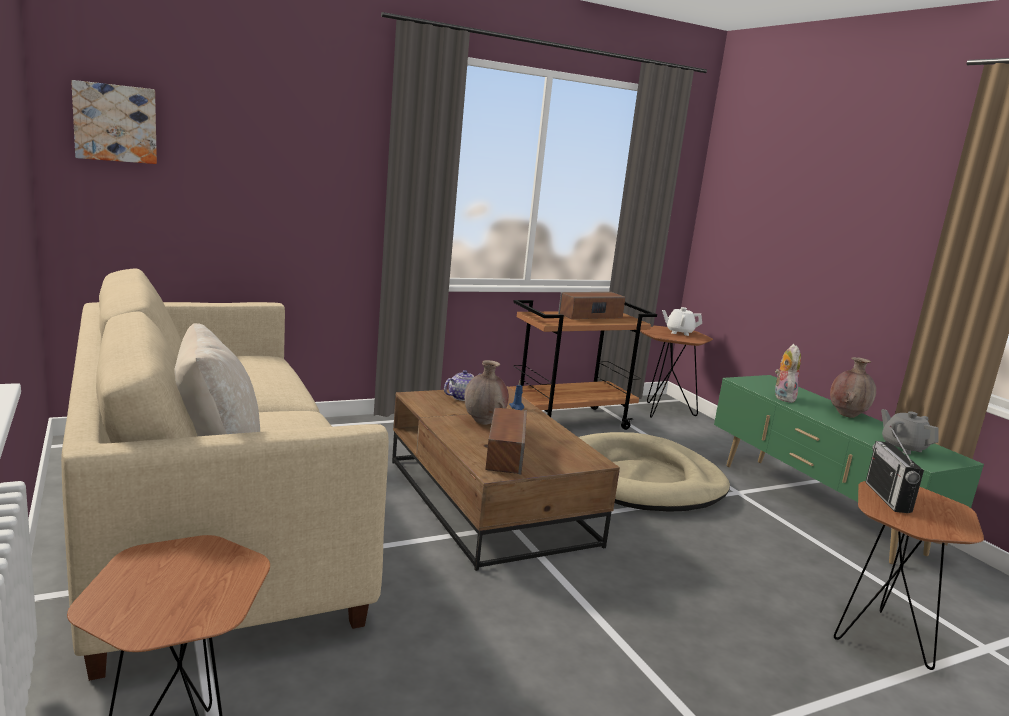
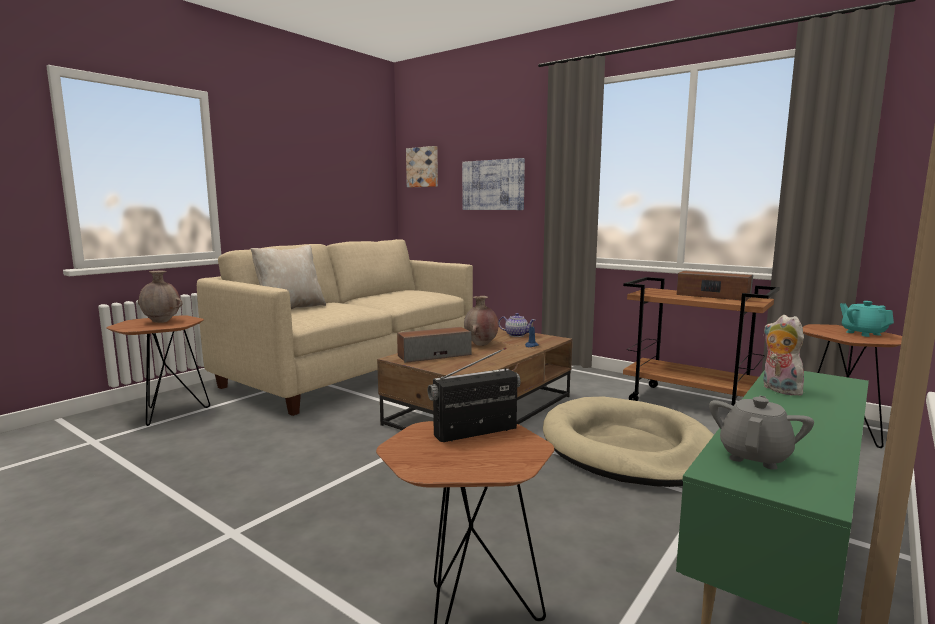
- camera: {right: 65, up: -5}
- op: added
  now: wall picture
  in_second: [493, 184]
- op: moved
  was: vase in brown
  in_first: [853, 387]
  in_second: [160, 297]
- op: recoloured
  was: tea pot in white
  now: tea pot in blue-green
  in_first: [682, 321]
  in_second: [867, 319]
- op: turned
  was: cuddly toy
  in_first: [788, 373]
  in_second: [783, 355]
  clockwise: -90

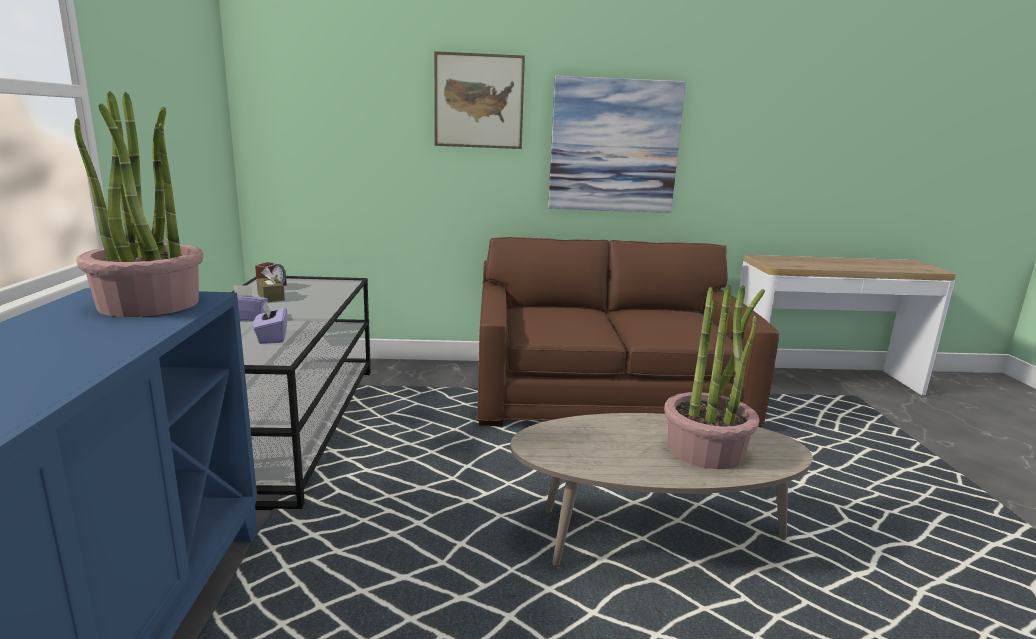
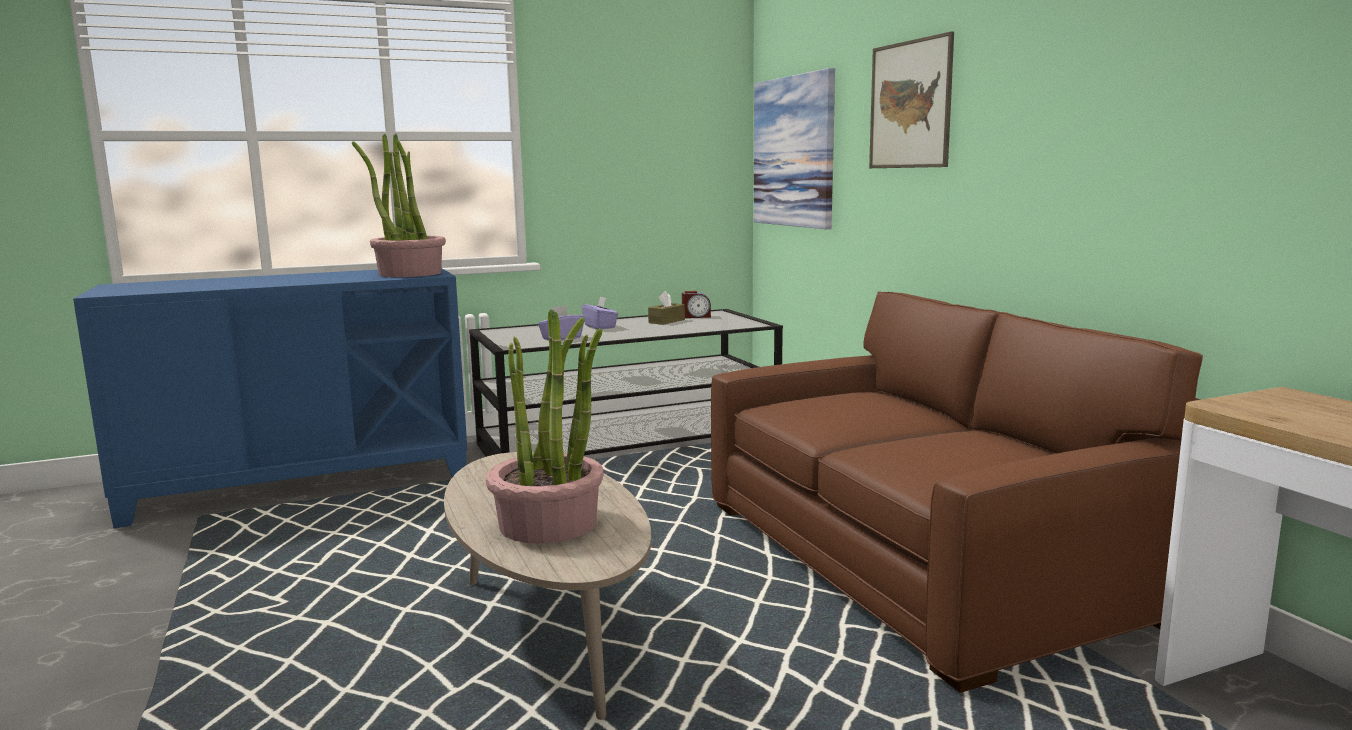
- camera: {right: 70, up: -5}
- op: moved
  was: wall picture
  in_first: [617, 144]
  in_second: [794, 148]

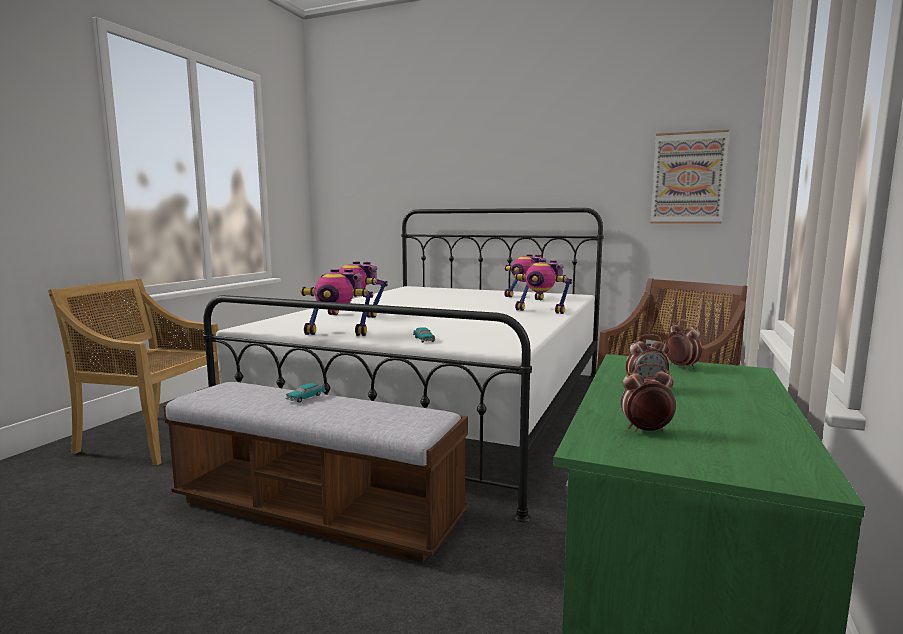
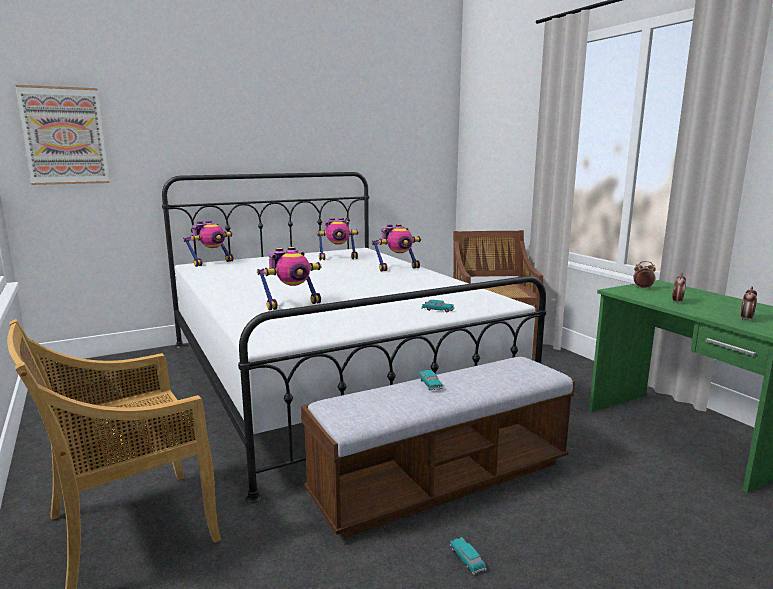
- camera: {right: -50, up: 5}
- op: added
  now: miniature car
  in_second: [468, 556]
- op: moved
  was: robot figure
  in_first: [337, 302]
  in_second: [208, 244]
- op: moved
  was: wall picture
  in_first: [689, 177]
  in_second: [62, 135]

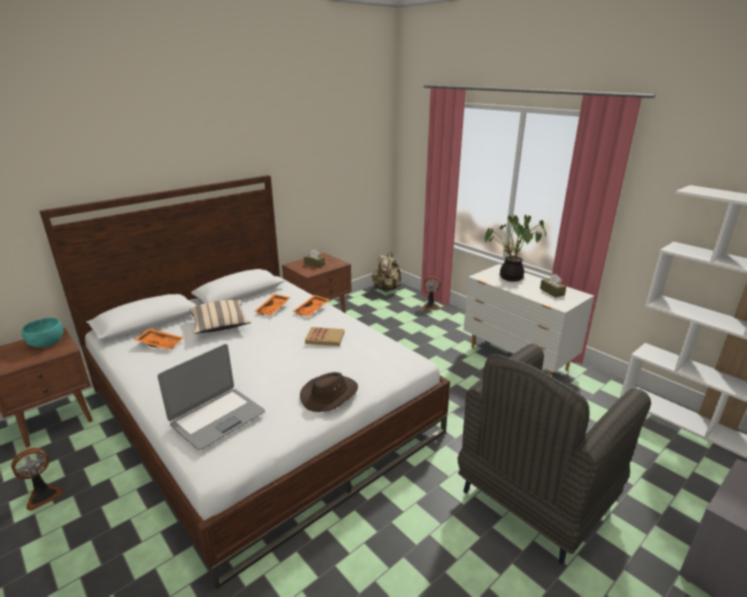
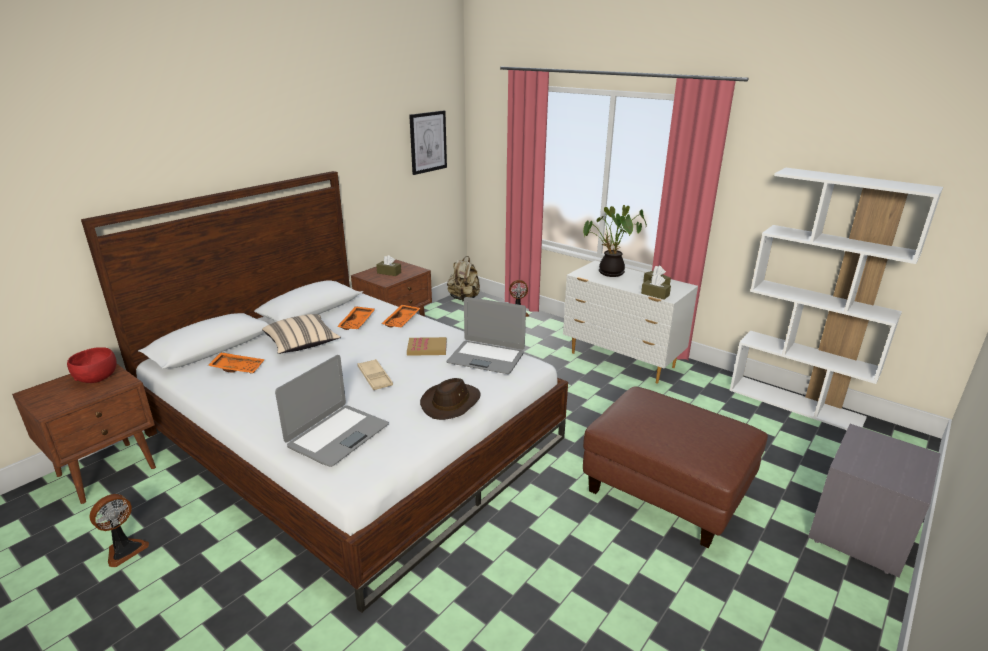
- camera: {right: -10, up: 0}
- op: added
  now: serving tray in beige-coloured
  in_second: [375, 374]
- op: added
  now: wall picture
  in_second: [428, 142]
- op: added
  now: laptop
  in_second: [486, 335]
- op: added
  now: box of tissues in brown
  in_second: [656, 287]
- op: replaced
  was: lounge chair in gray
  now: ottoman in brown
  in_first: [554, 454]
  in_second: [675, 467]
- op: recoloured
  was: bowl in blue-green
  now: bowl in reddish
  in_first: [42, 333]
  in_second: [92, 365]

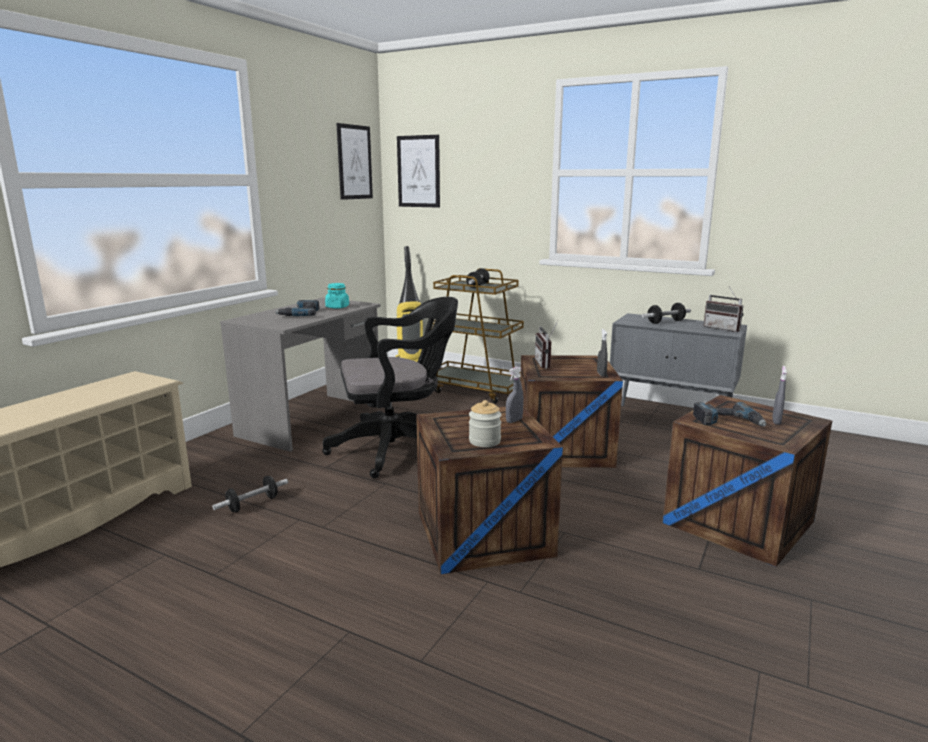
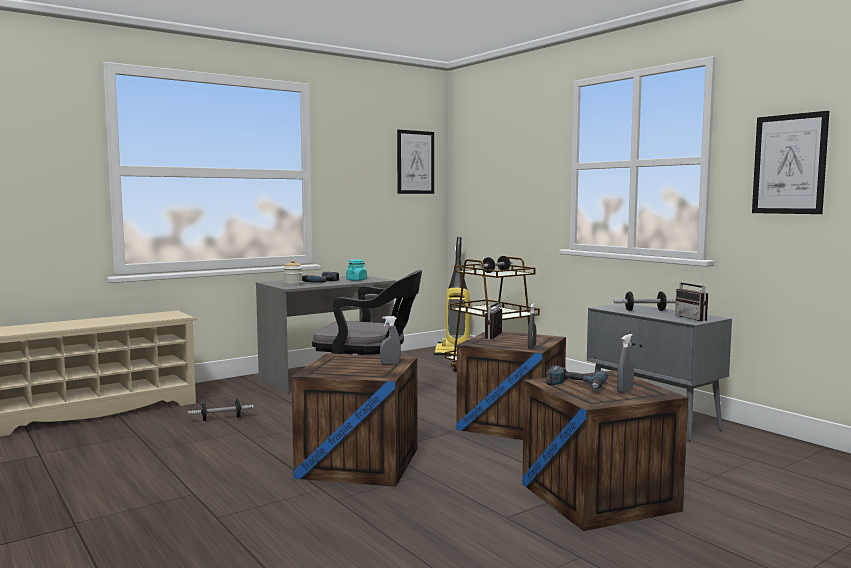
- camera: {right: 25, up: -10}
- op: moved
  was: wall picture
  in_first: [418, 171]
  in_second: [790, 162]
- op: moved
  was: preserve jar
  in_first: [485, 423]
  in_second: [292, 273]

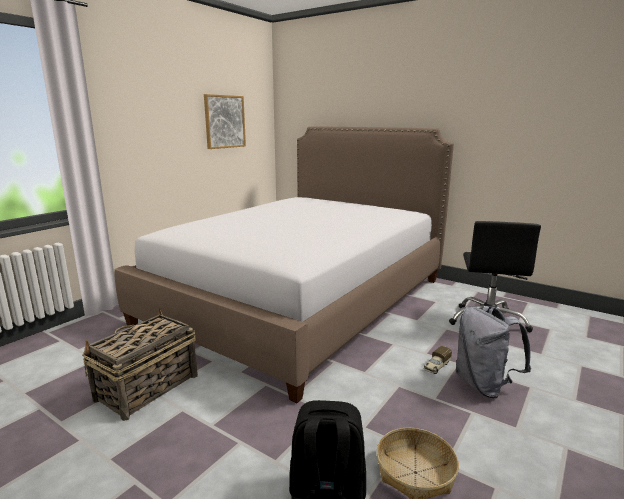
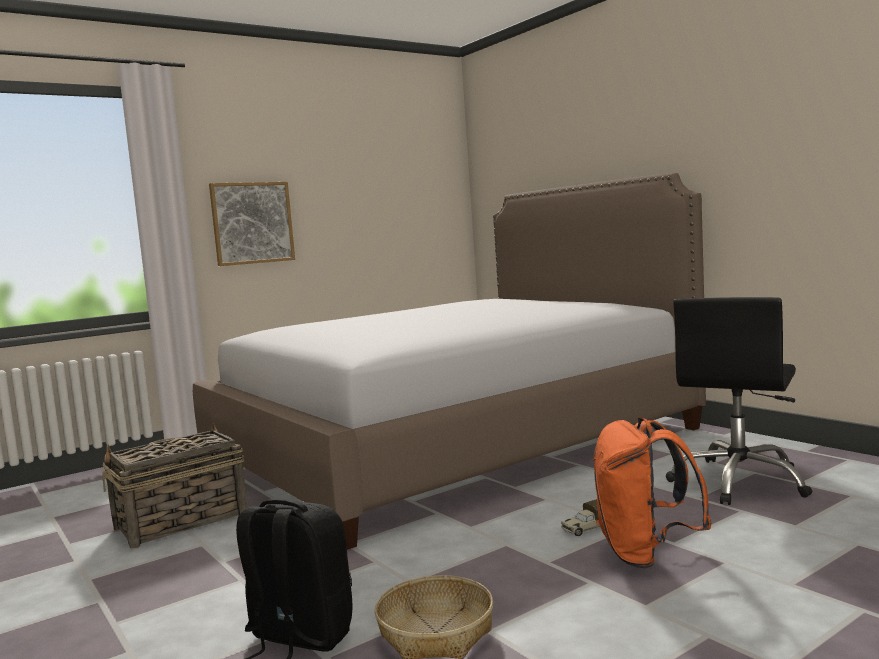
- camera: {right: 20, up: -10}
- op: moved
  was: wall picture
  in_first: [225, 121]
  in_second: [252, 224]
- op: recoloured
  was: rucksack in gray
  now: rucksack in orangey
  in_first: [493, 352]
  in_second: [652, 492]

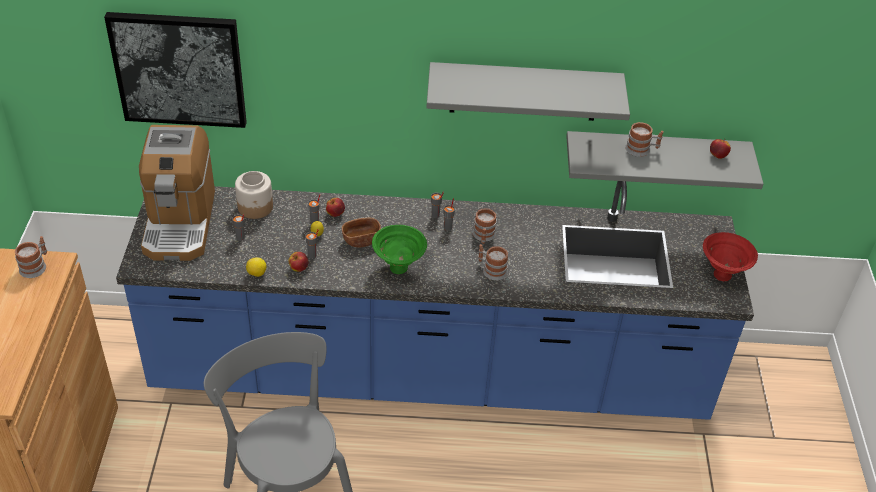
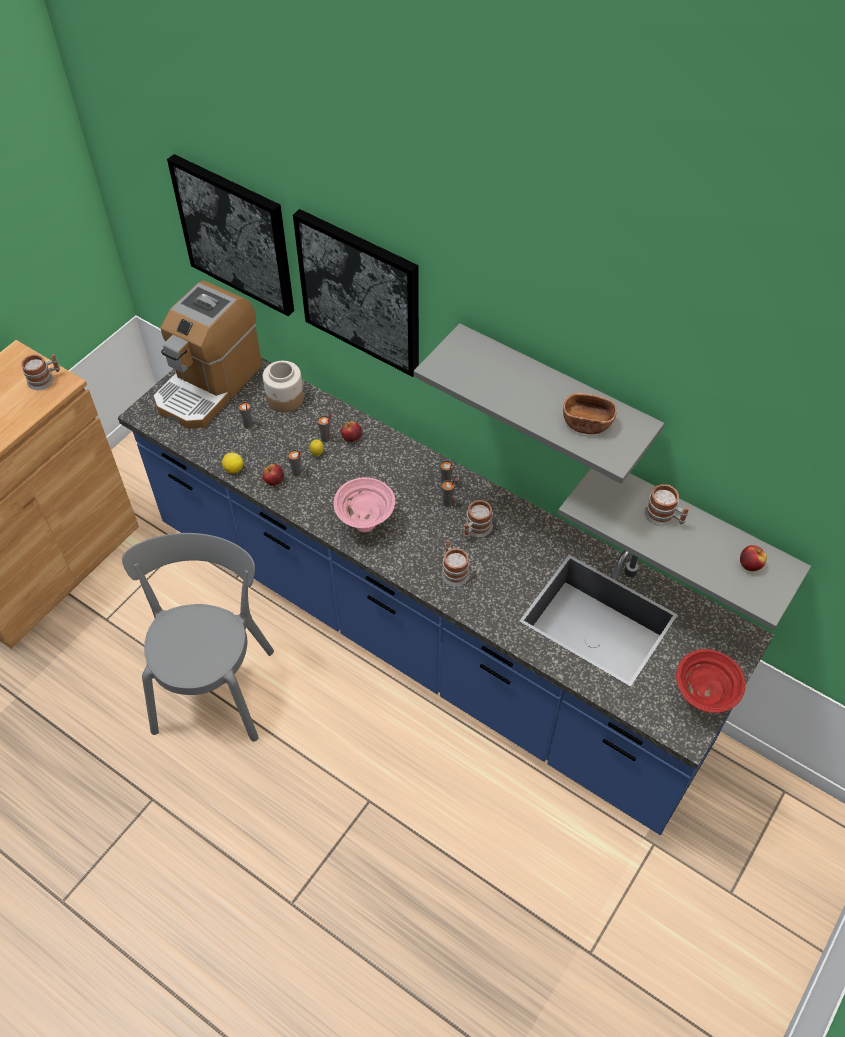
- camera: {right: 35, up: 10}
- op: added
  now: wall picture
  in_second: [356, 293]
- op: moved
  was: bowl in brown
  in_first: [361, 233]
  in_second: [590, 413]
- op: recoloured
  was: bowl in greenish
  now: bowl in pinkish
  in_first: [399, 249]
  in_second: [364, 504]

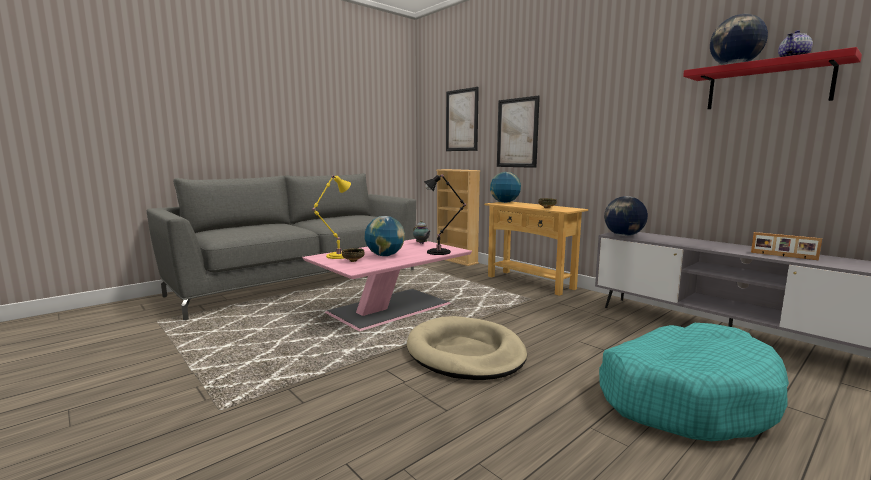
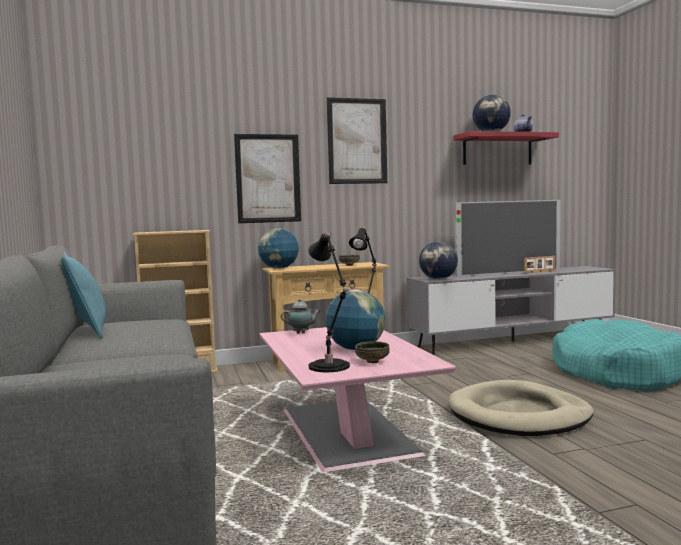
- camera: {right: -65, up: -5}
- op: added
  now: throw pillow in blue-green
  in_second: [83, 295]
- op: added
  now: television
  in_second: [508, 238]
- op: moved
  was: wall picture
  in_first: [462, 119]
  in_second: [357, 140]
- op: recoloured
  was: table lamp in yellowish
  now: table lamp in black-coloured
  in_first: [331, 217]
  in_second: [329, 302]

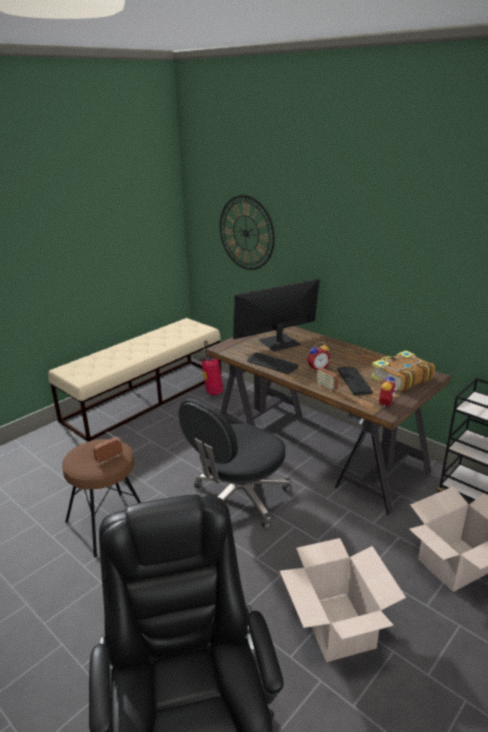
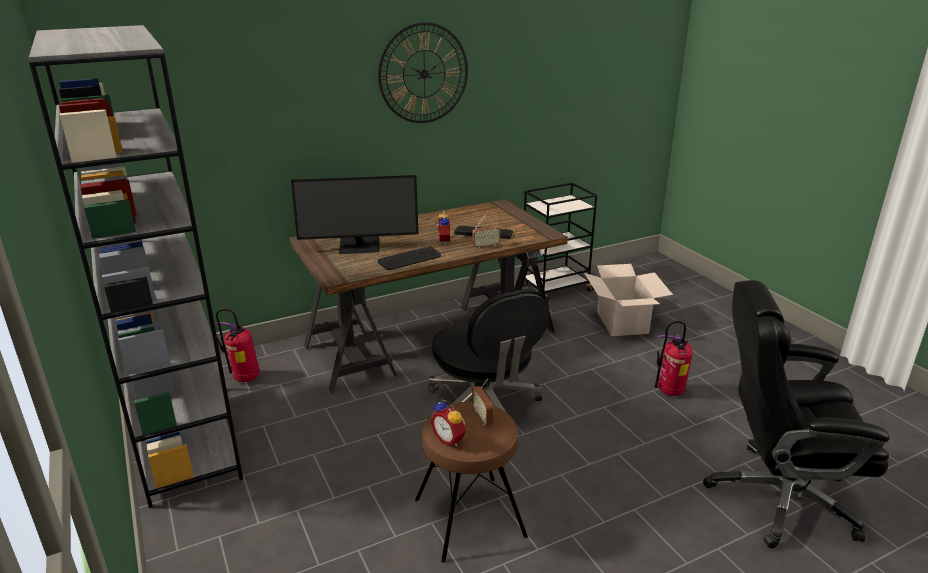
- camera: {right: -70, up: 0}
- op: removed
  was: bound book
  in_first: [403, 370]
- op: moved
  was: wall clock
  in_first: [247, 232]
  in_second: [423, 72]
- op: moved
  was: alarm clock
  in_first: [389, 390]
  in_second: [448, 422]
- op: replaced
  was: indoor bench in beige-coloured
  now: bookshelf in gray
  in_first: [134, 380]
  in_second: [136, 266]
- op: replaced
  was: carton
  now: fire extinguisher
  in_first: [343, 600]
  in_second: [674, 358]
- op: turned
  was: computer screen
  in_first: [276, 315]
  in_second: [355, 214]
  clockwise: -90

